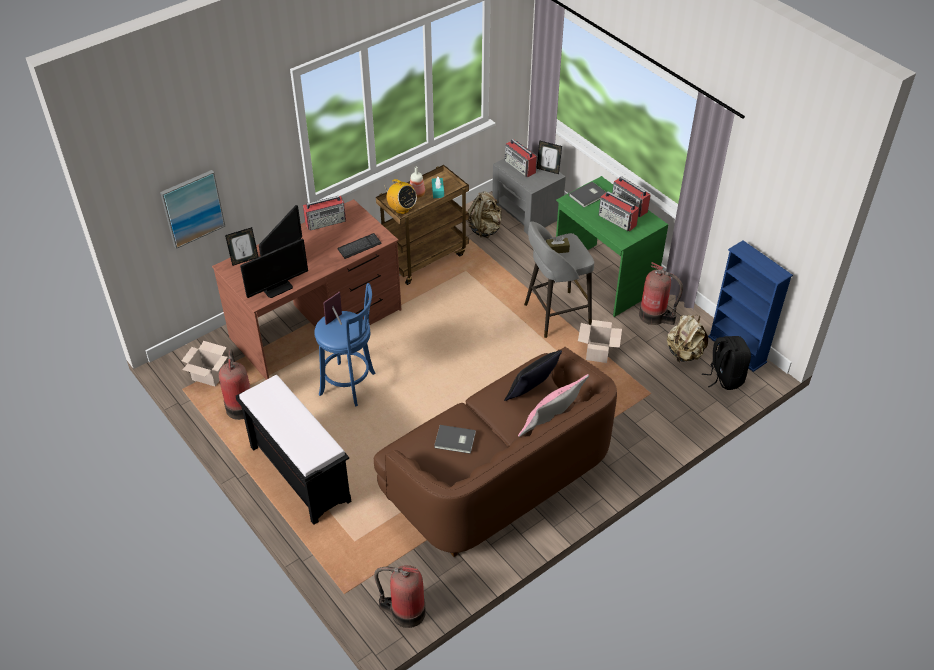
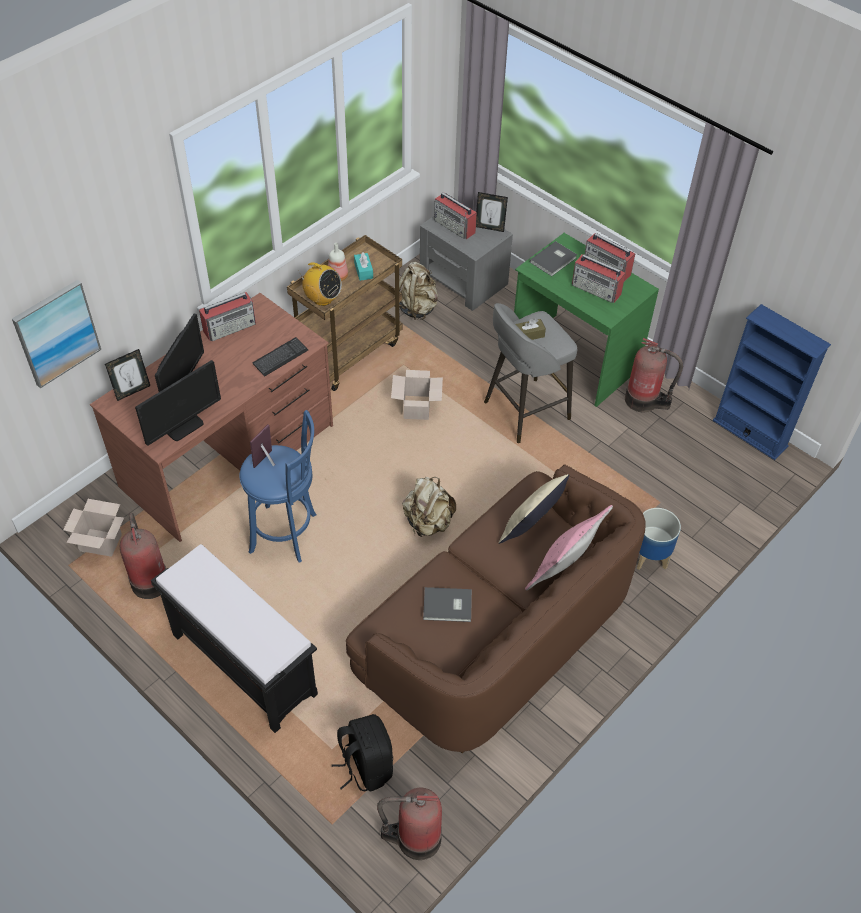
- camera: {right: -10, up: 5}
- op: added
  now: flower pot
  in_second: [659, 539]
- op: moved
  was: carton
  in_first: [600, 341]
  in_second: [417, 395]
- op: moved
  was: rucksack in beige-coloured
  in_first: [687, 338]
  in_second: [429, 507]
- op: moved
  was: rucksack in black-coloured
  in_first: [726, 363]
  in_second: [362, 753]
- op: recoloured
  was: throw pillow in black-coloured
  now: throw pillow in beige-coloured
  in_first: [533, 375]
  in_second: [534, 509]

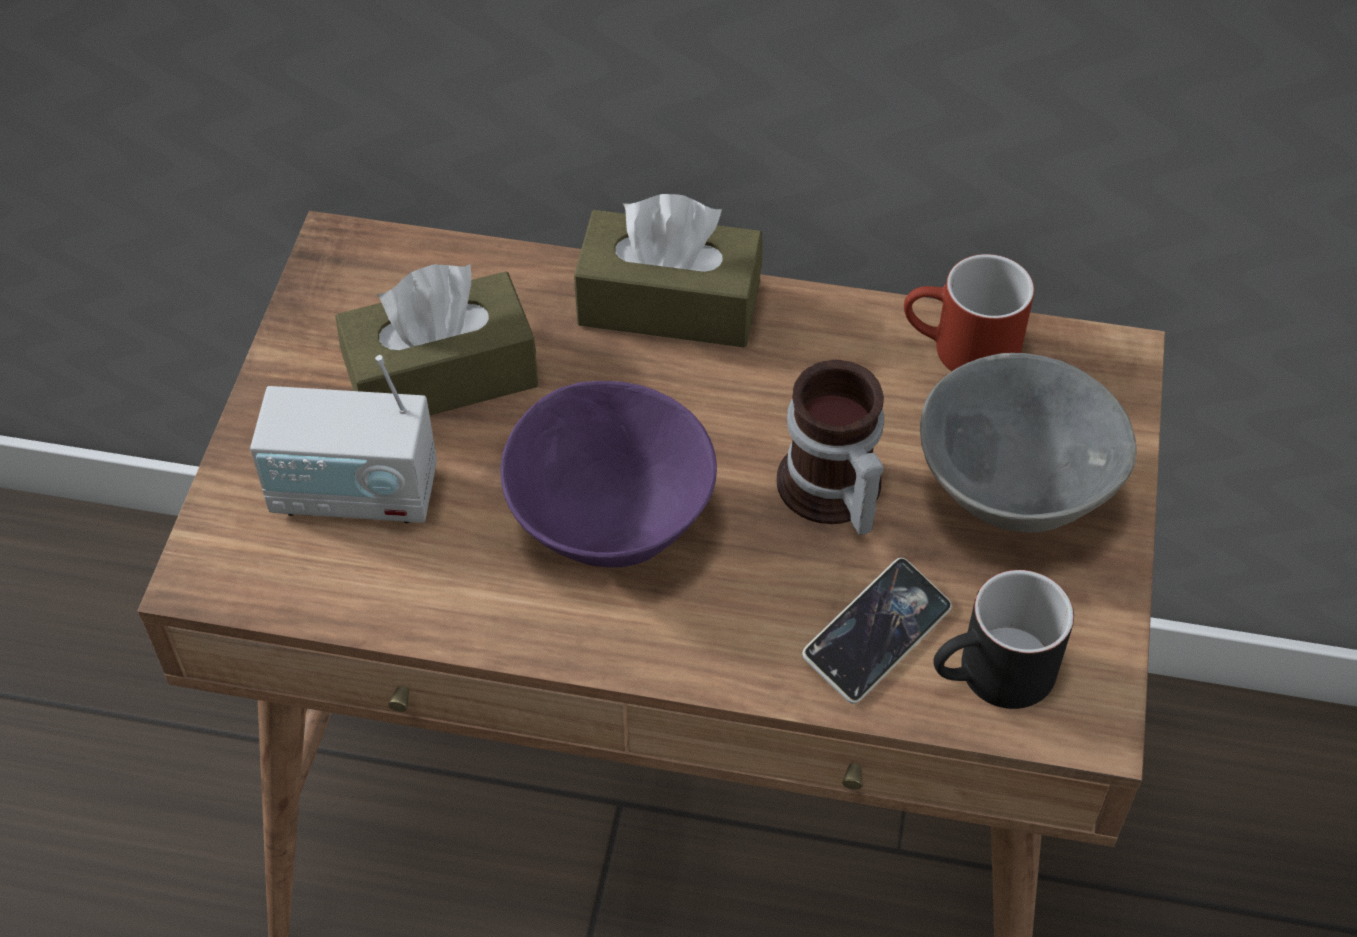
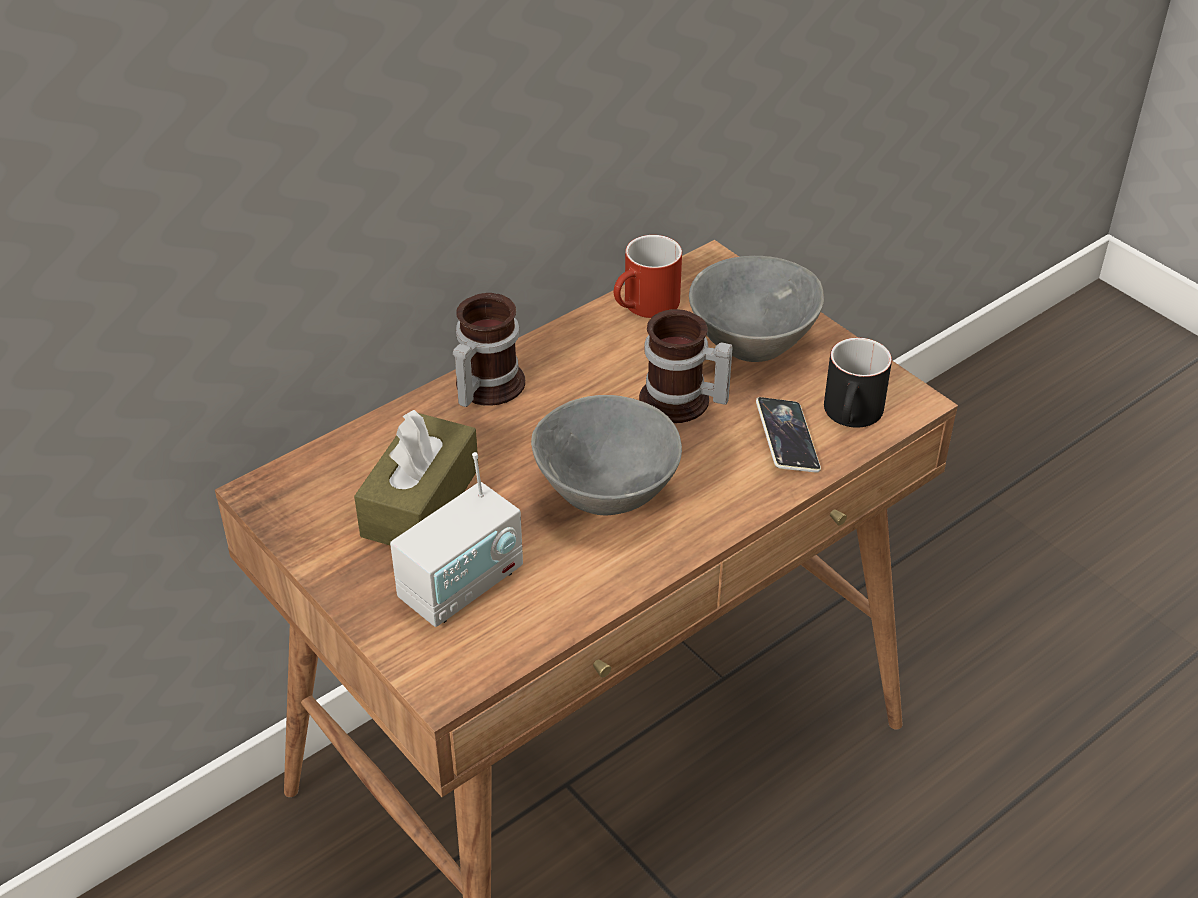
- camera: {right: -50, up: -10}
- op: replaced
  was: box of tissues in brown
  now: coffee mug
  in_first: [668, 271]
  in_second: [489, 350]
- op: recoloured
  was: bowl in purple-coloured
  now: bowl in gray
  in_first: [609, 474]
  in_second: [606, 455]

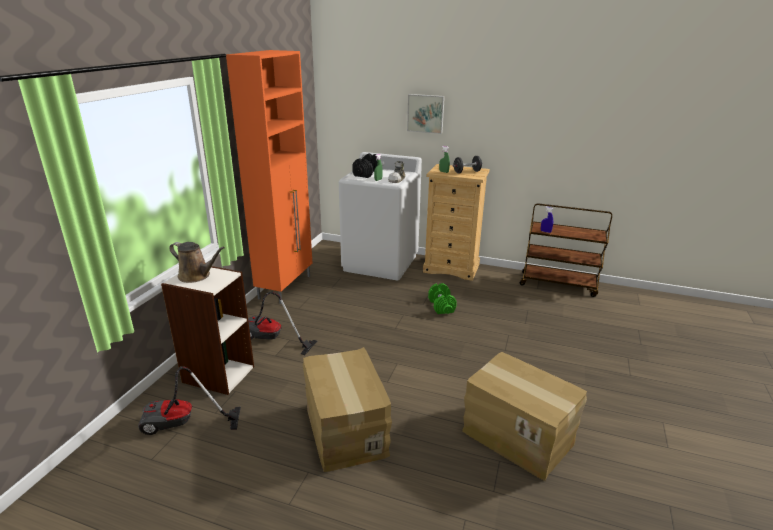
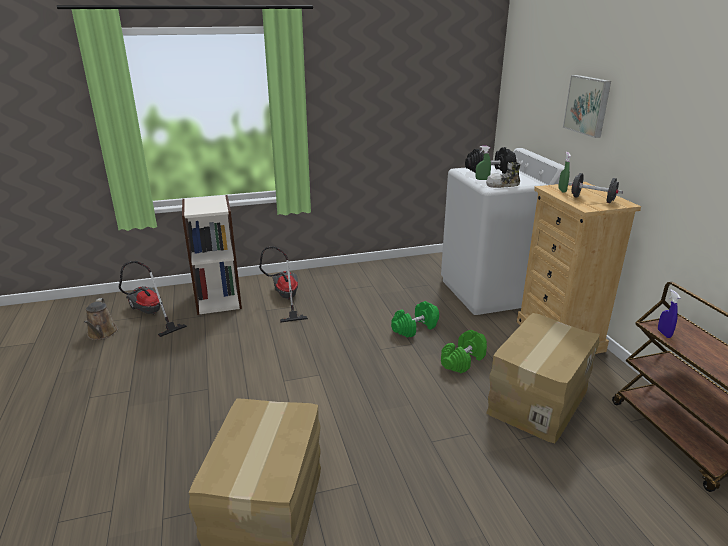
- camera: {right: 55, up: 0}
- op: removed
  was: cupboard in orangey
  in_first: [269, 177]
- op: added
  now: dumbbell in greenish
  in_second: [415, 319]
- op: moved
  was: sprinkling can in brown
  in_first: [197, 262]
  in_second: [101, 319]
- op: moved
  was: carton
  in_first: [347, 409]
  in_second: [543, 378]

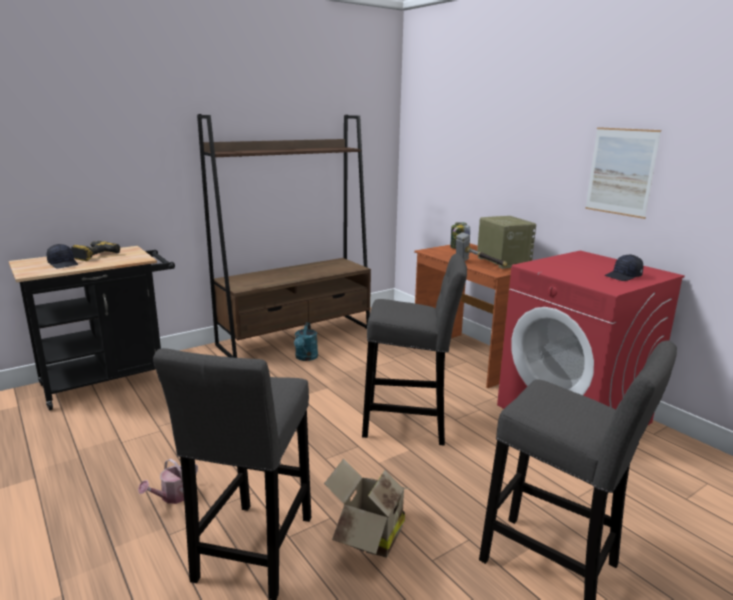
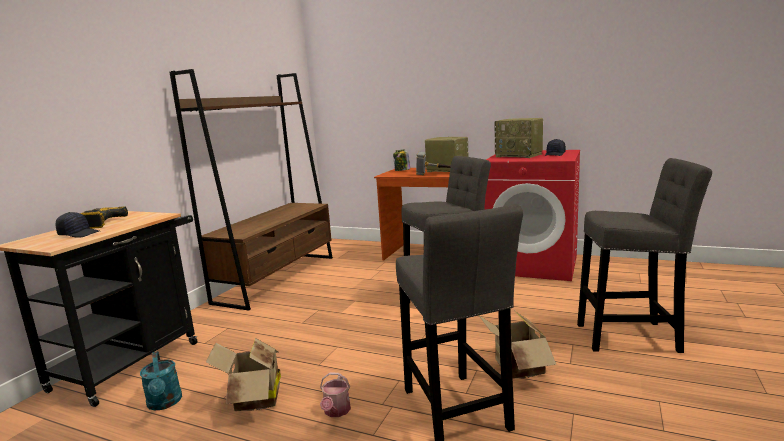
- camera: {right: -30, up: -5}
- op: removed
  was: wall picture
  in_first: [623, 173]
- op: added
  now: carton
  in_second: [243, 374]
- op: added
  now: radio set
  in_second: [519, 138]
- op: moved
  was: sprinkling can in blue-green
  in_first: [306, 341]
  in_second: [161, 381]

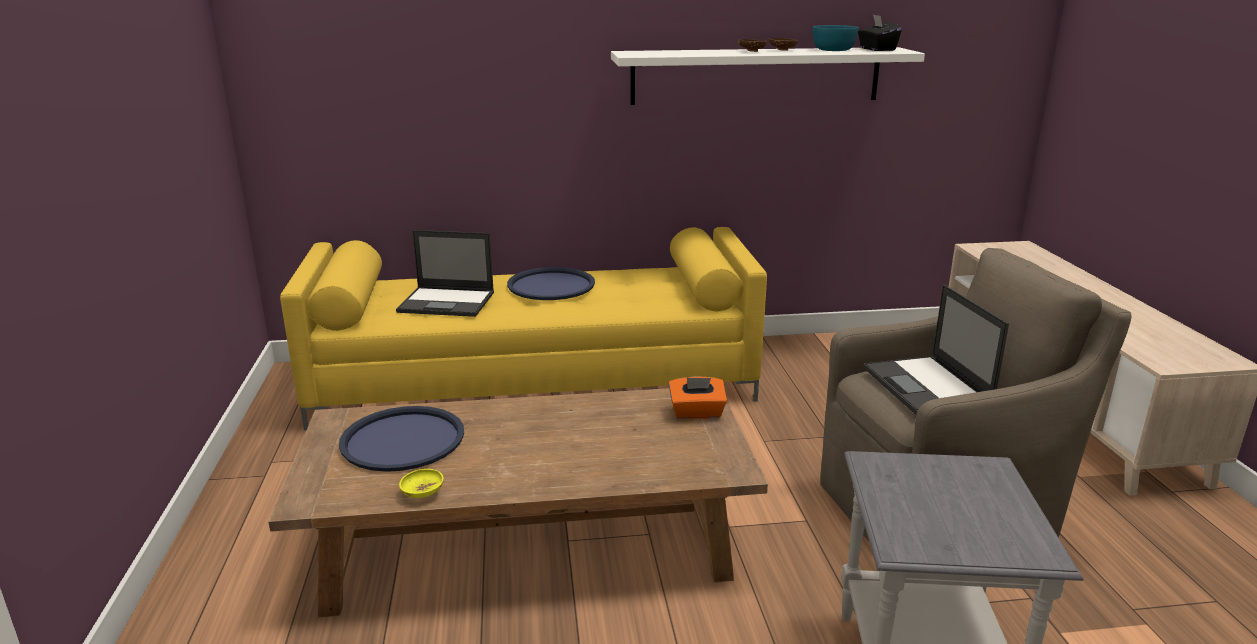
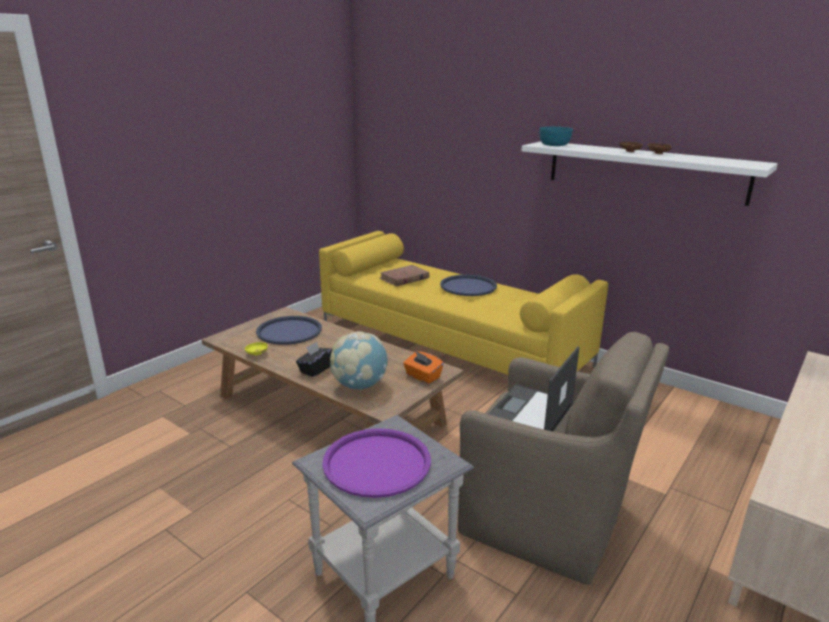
- camera: {right: 45, up: 0}
- op: added
  now: serving tray in purple-coloured
  in_second: [376, 463]
- op: added
  now: world globe
  in_second: [359, 360]
- op: moved
  was: bowl in blue-green
  in_first: [836, 38]
  in_second: [556, 136]
- op: moved
  was: box of tissues in black-coloured
  in_first: [880, 33]
  in_second: [314, 359]
- op: replaced
  was: laptop
  now: bound book in brown
  in_first: [445, 273]
  in_second: [404, 275]

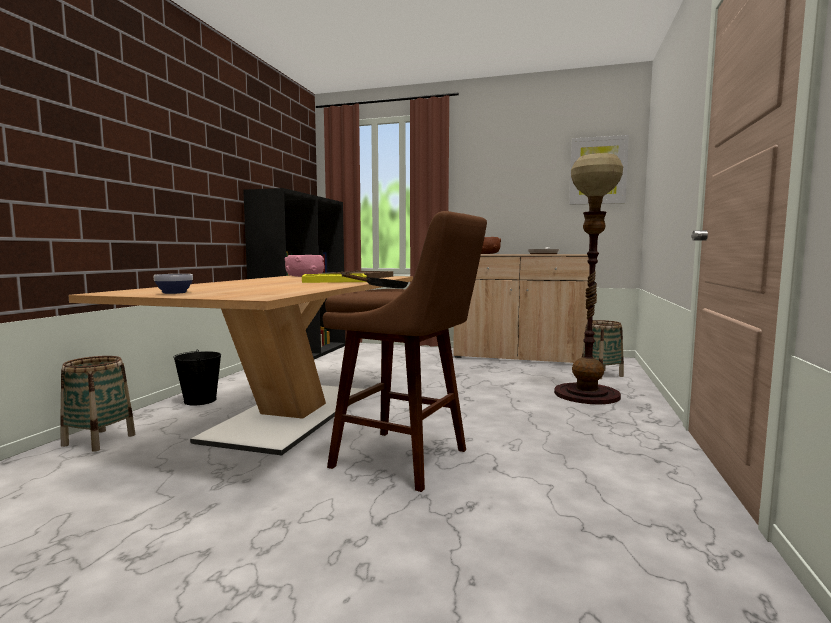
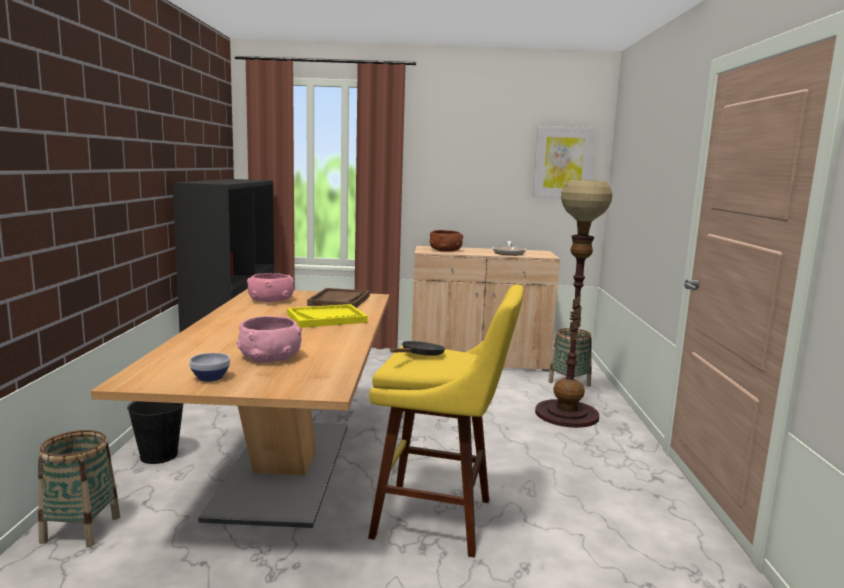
- camera: {right: -15, up: 5}
- op: added
  now: bowl in pinkish
  in_second: [269, 339]
- op: recoloured
  was: stool in brown
  now: stool in yellowish
  in_first: [405, 351]
  in_second: [446, 421]

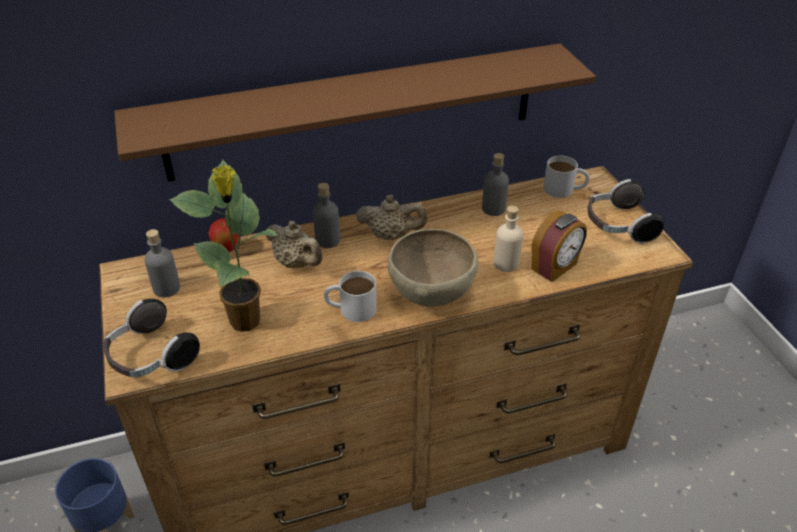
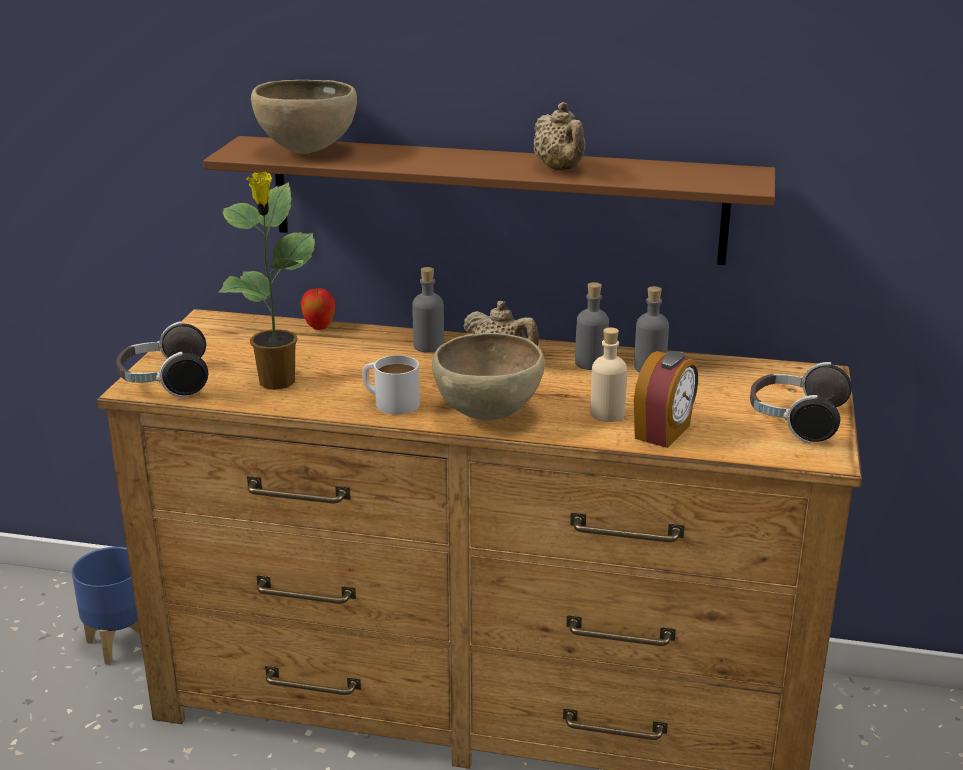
- camera: {right: 30, up: -15}
- op: removed
  was: coffee mug in white
  in_first: [566, 177]
- op: added
  now: bowl in brown
  in_second: [304, 117]
- op: moved
  was: beverage bottle in gray
  in_first: [162, 263]
  in_second: [592, 326]
- op: moved
  was: tea pot in beige-coloured
  in_first: [294, 244]
  in_second: [560, 136]
- op: turned
  was: alarm clock
  in_first: [559, 246]
  in_second: [666, 399]
  clockwise: -45

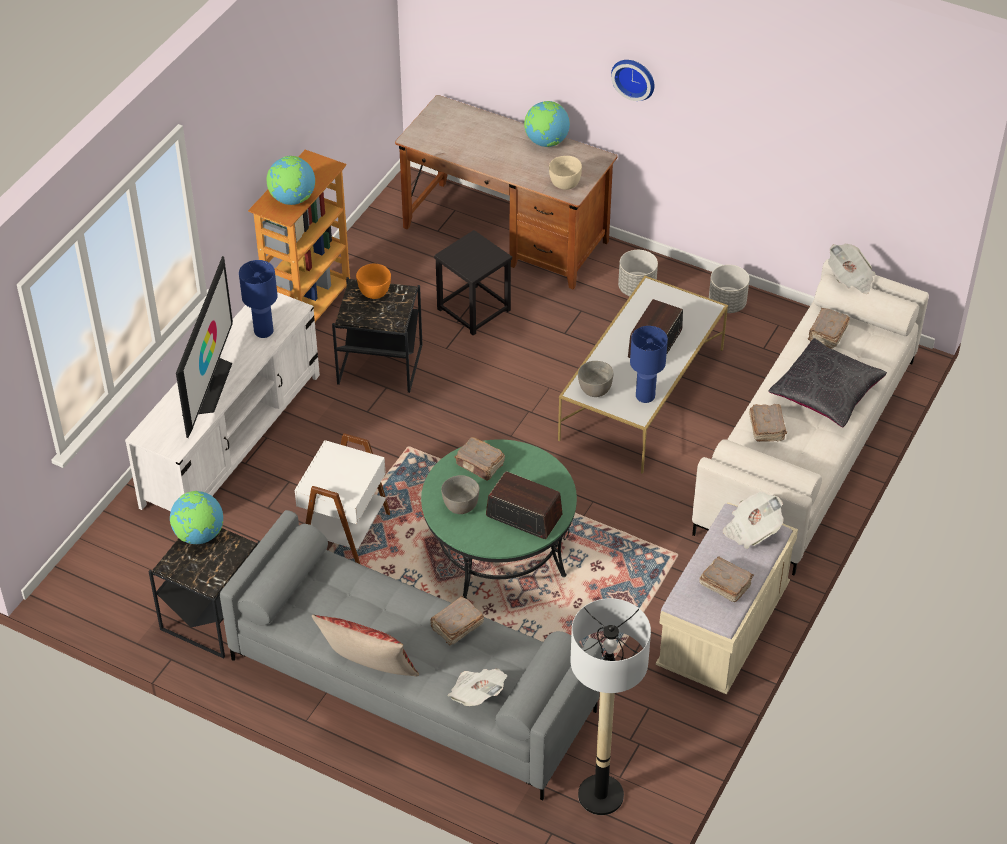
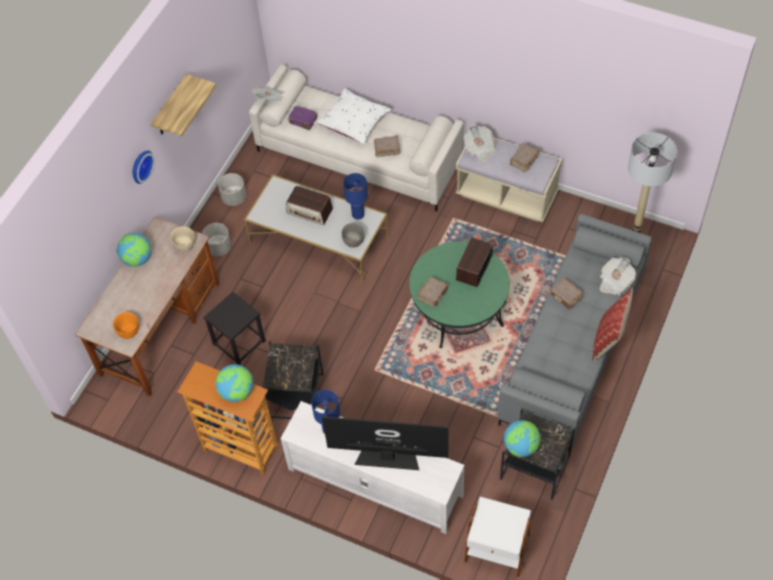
- camera: {right: -90, up: 10}
- op: removed
  was: bowl in gray
  in_first: [460, 494]
- op: added
  now: shelf
  in_second: [183, 105]
- op: moved
  was: accent table in white
  in_first: [342, 498]
  in_second: [497, 537]
- op: moved
  was: bowl in orangey
  in_first: [373, 281]
  in_second: [126, 325]
- op: recoloured
  was: throw pillow in black-coloured
  now: throw pillow in white
  in_first: [827, 382]
  in_second: [353, 116]
- op: recoloured
  was: bound book in brown
  now: bound book in purple-coloured
  in_first: [829, 328]
  in_second: [302, 118]

